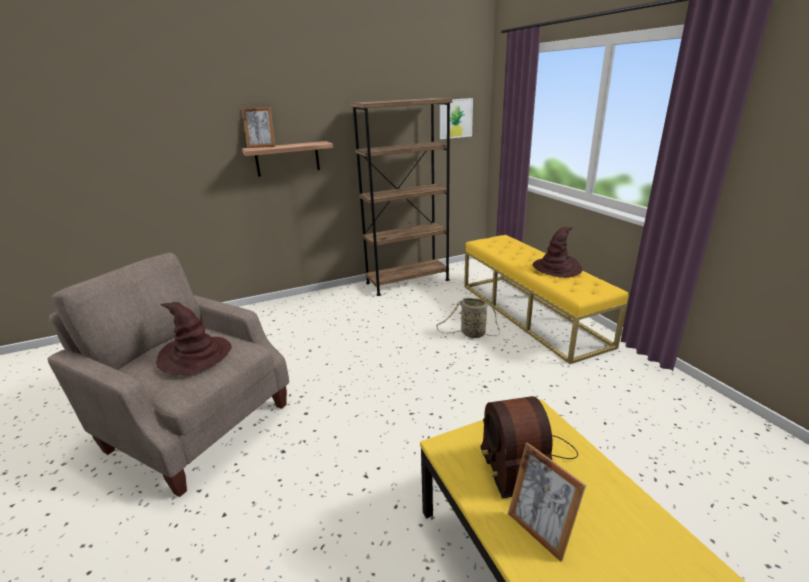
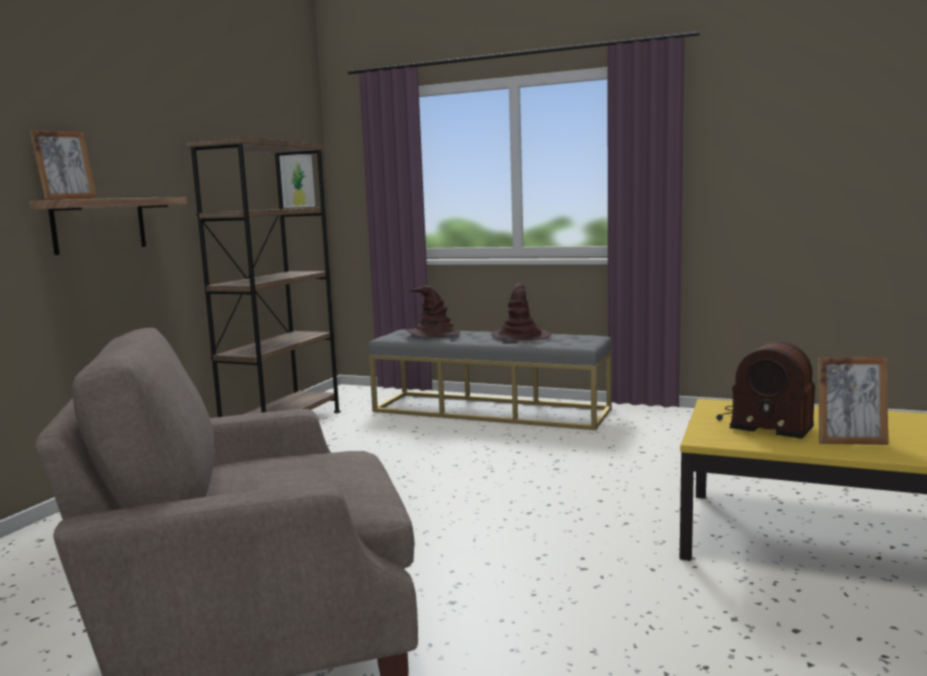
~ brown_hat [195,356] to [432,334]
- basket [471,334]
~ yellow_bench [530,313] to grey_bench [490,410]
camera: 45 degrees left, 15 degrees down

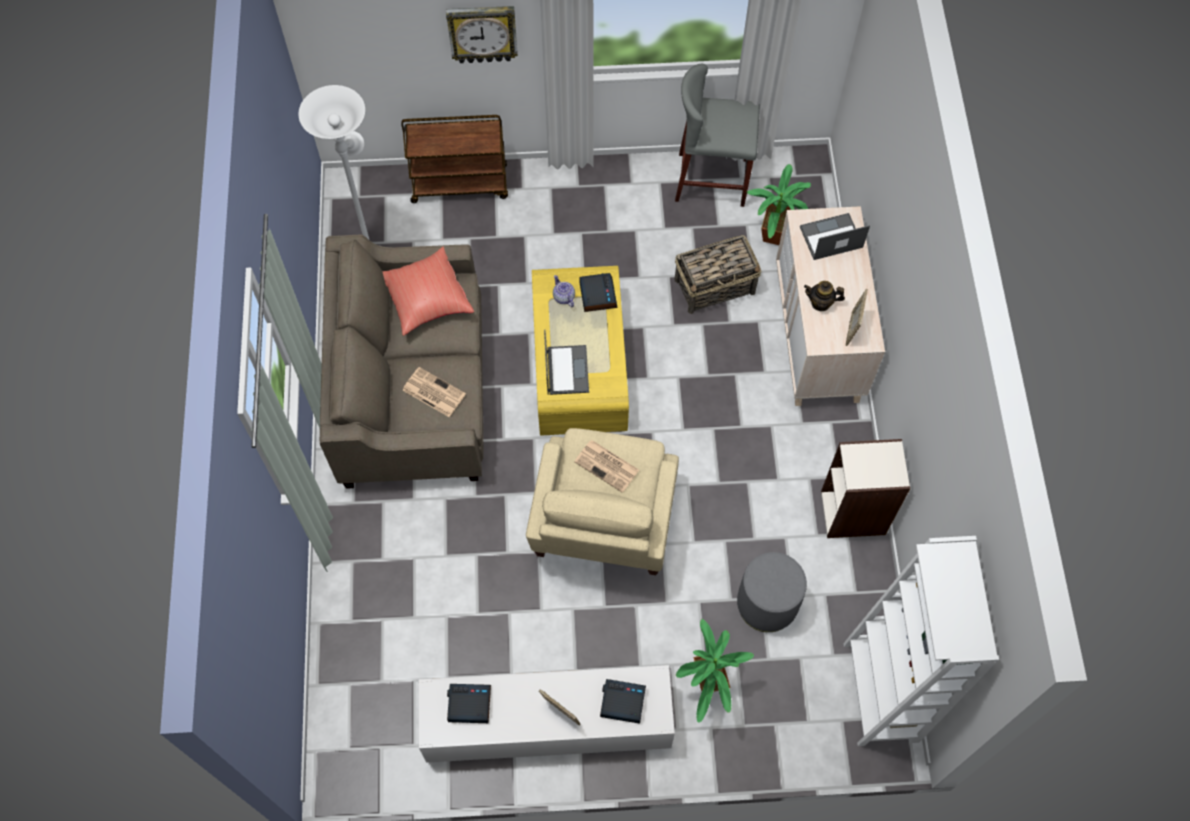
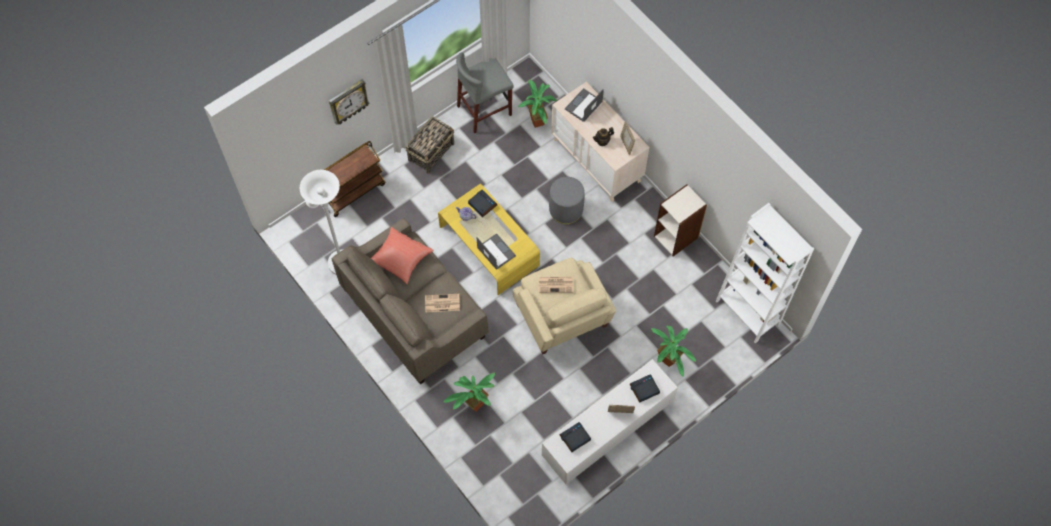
~ basket [715,286] to [431,151]
~ grey_ottoman [767,603] to [566,209]
+ potted_plant [472,405]
camera: 35 degrees left, 0 degrees up

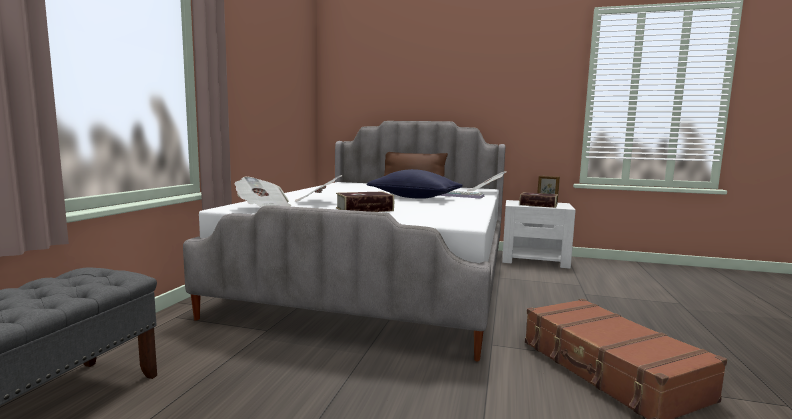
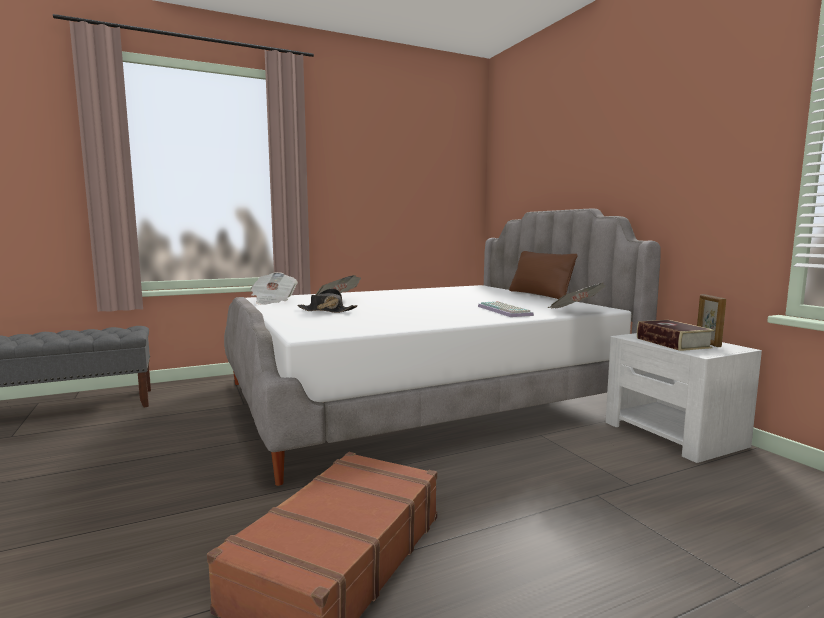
~ book [364,209] to black_hat [326,311]
- blue_pillow [414,197]
camera: 50 degrees right, 0 degrees up

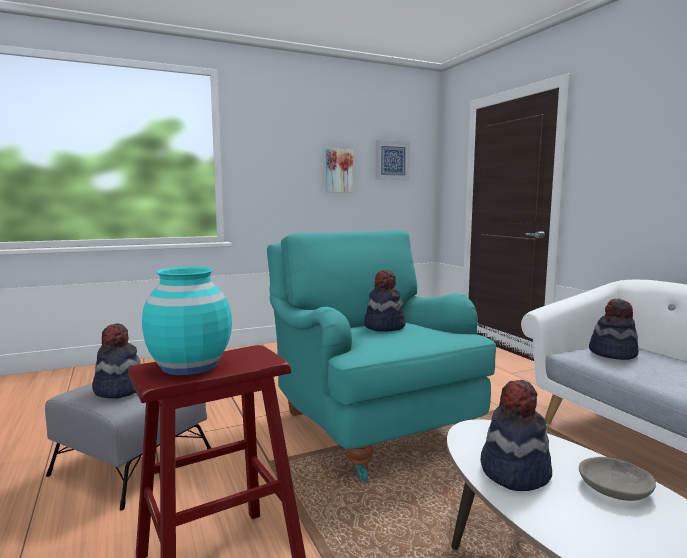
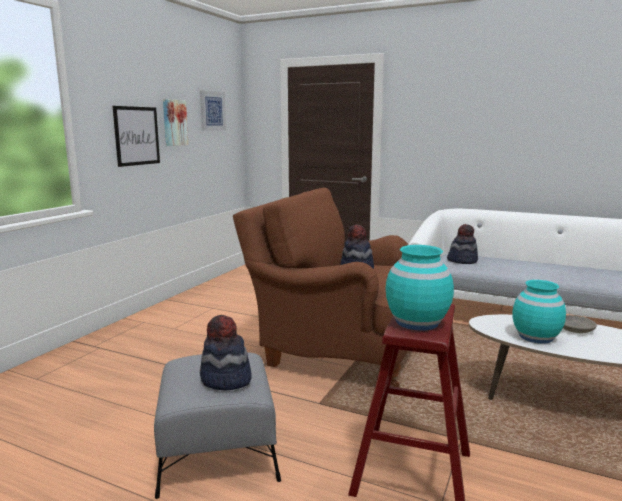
~ turquoise_armchair [370,424] to brown_armchair [337,353]
~ hat [514,471] to turquoise_vase [536,337]
+ picture [137,136]
camera: 40 degrees left, 5 degrees up

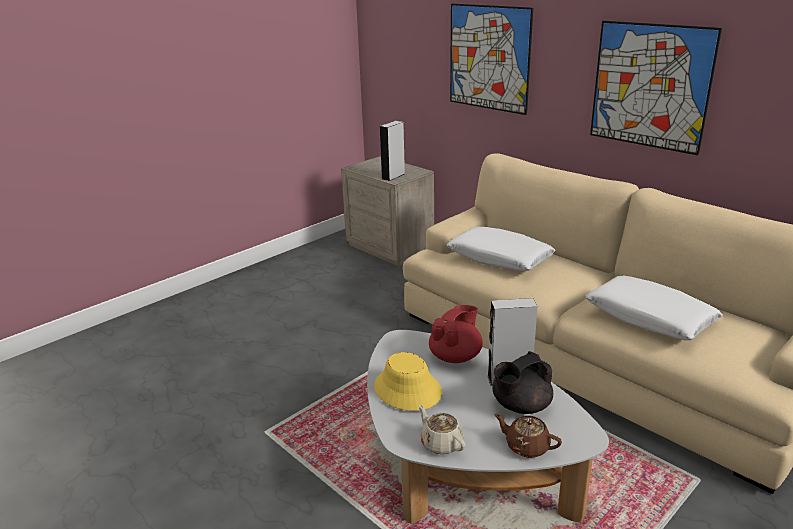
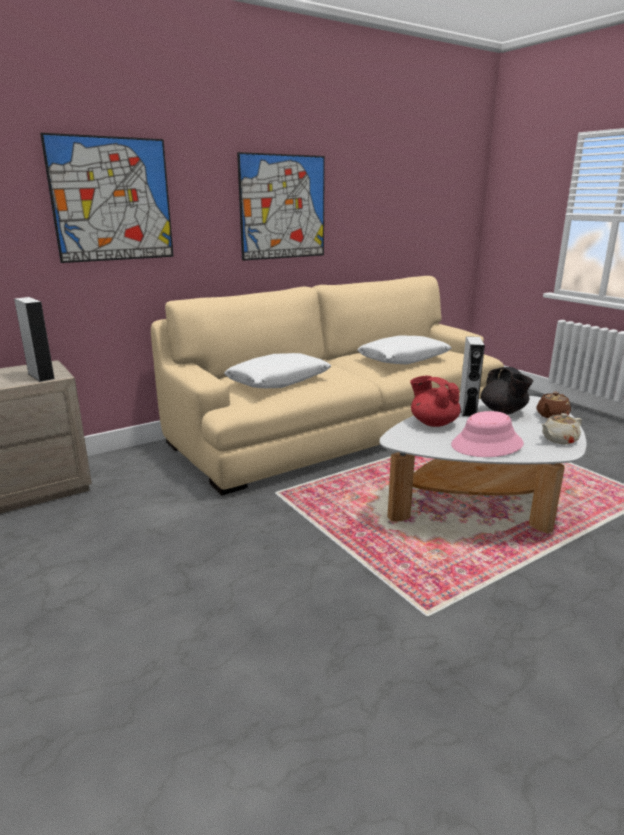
~ yellow_hat [407,389] to pink_hat [487,445]
camera: 80 degrees left, 5 degrees down

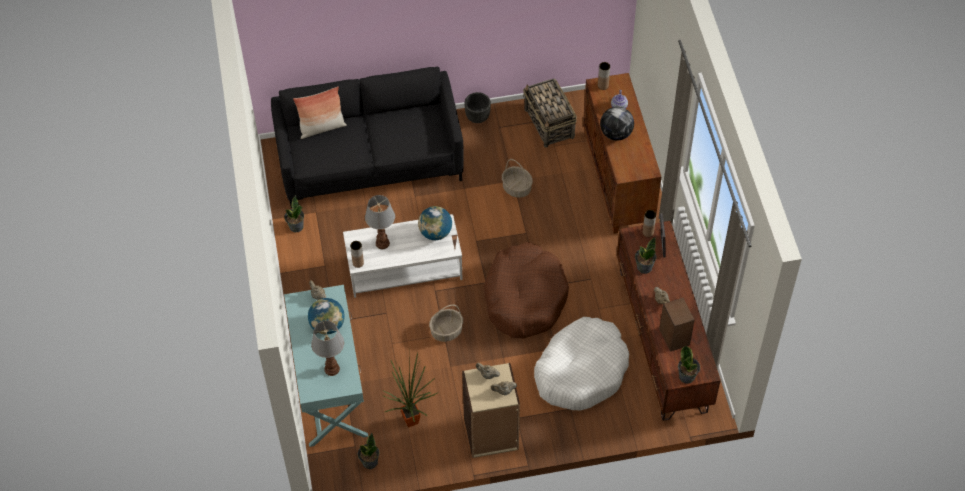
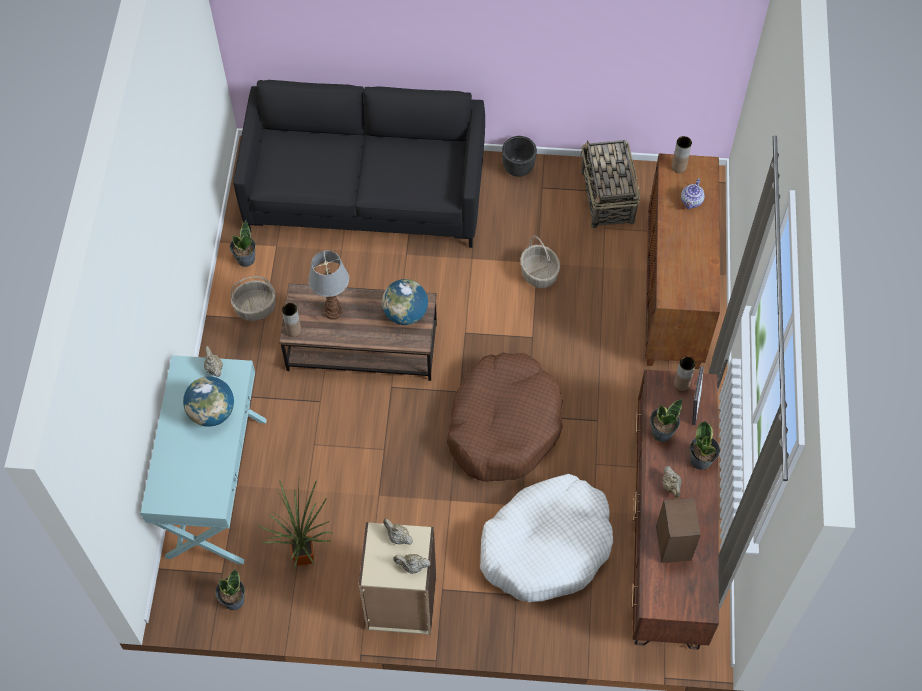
- pillow [322,128]
- table_lamp [331,369]
~ white_coffee_table [404,267] to brown_coffee_table [363,346]
~ basket [446,331] to [255,308]
- globe [616,134]
~ potted_plant [687,376] to [701,460]
camera: 15 degrees right, 5 degrees up

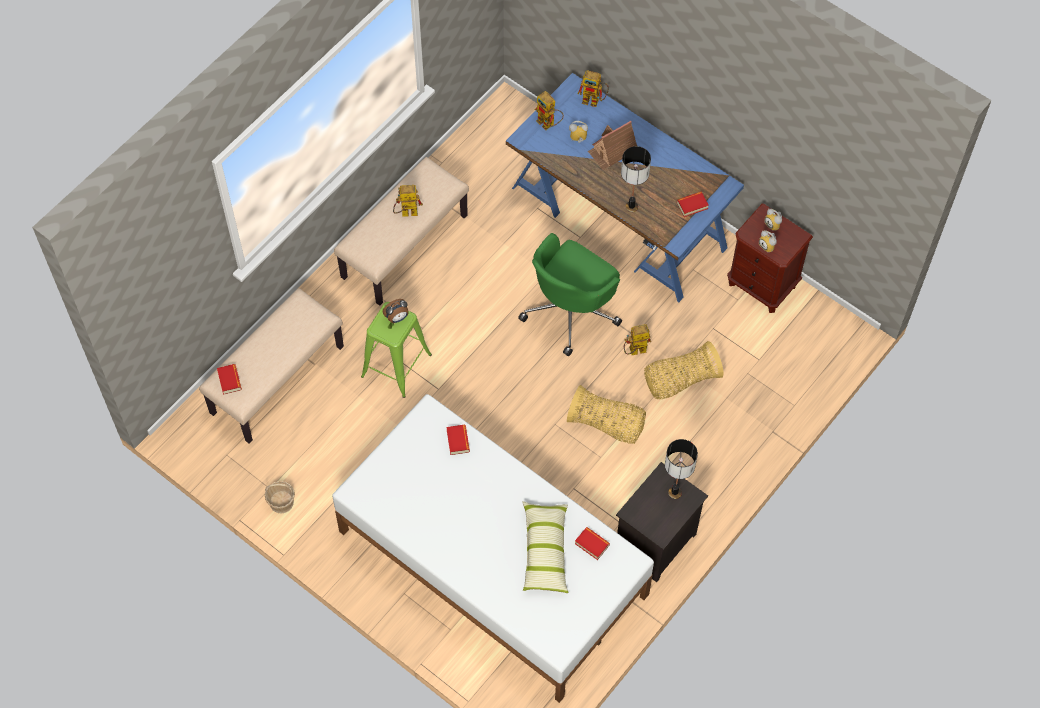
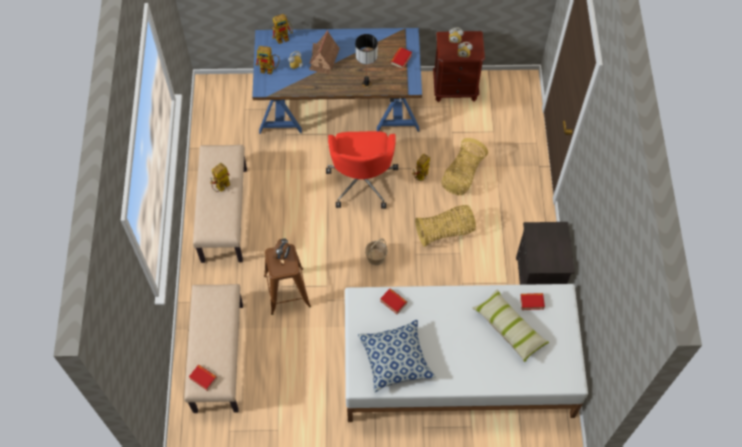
~ basket [281,502] to [376,257]
~ green_stool [396,366] to brown_stool [287,291]
~ green_office_chair [571,310] to red_office_chair [362,180]
- table_lamp [675,492]
+ pillow [396,359]
camera: 40 degrees left, 0 degrees up

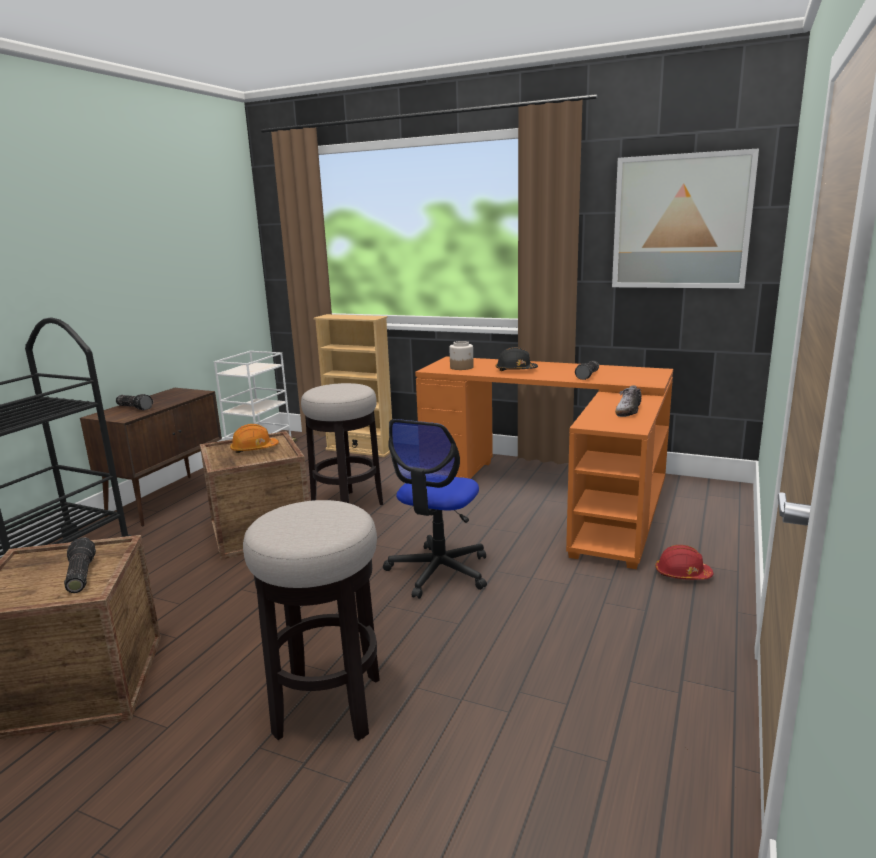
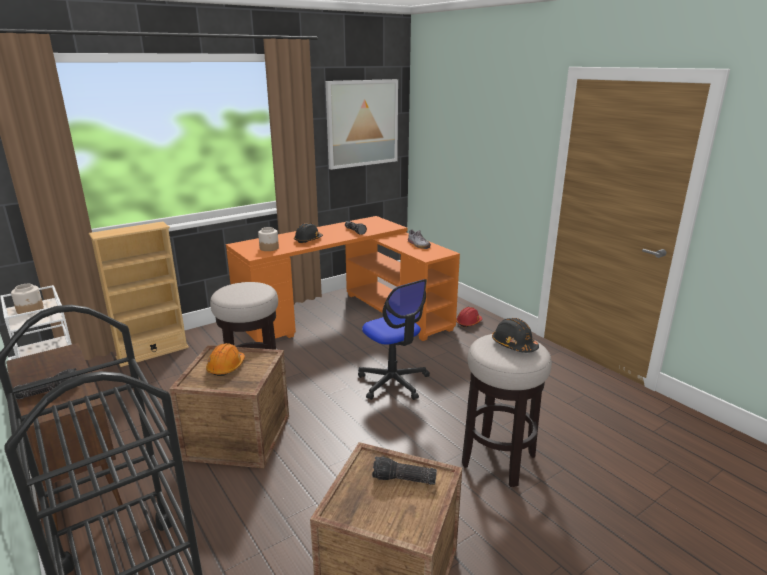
+ jar [30,310]
+ black_hard_hat [514,345]
camera: 60 degrees left, 5 degrees up

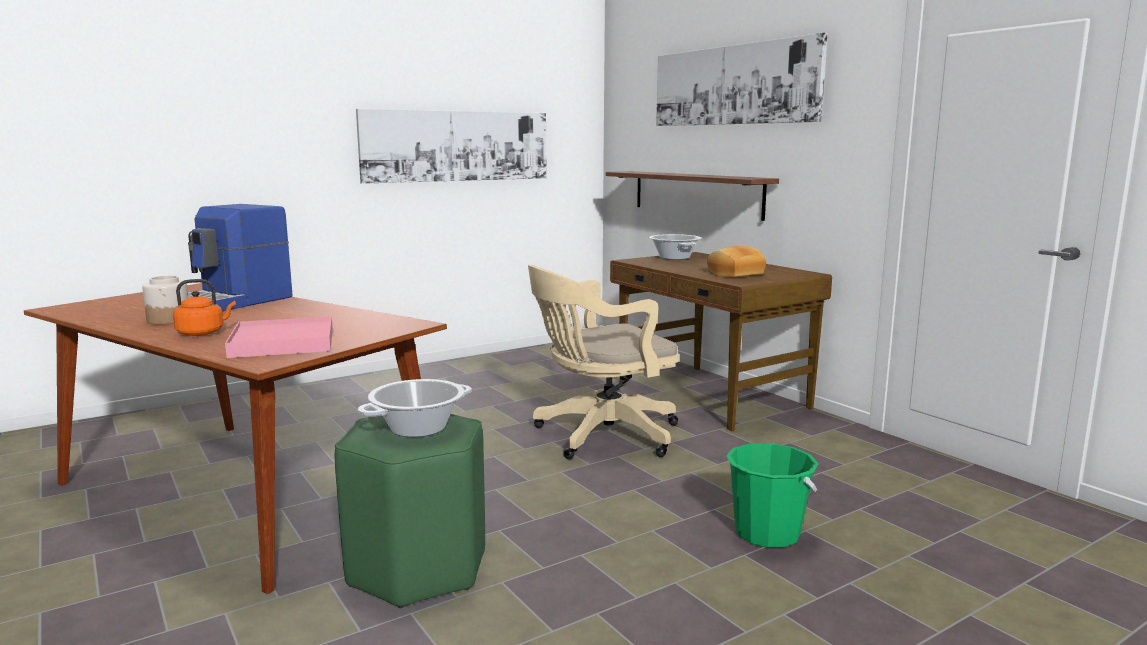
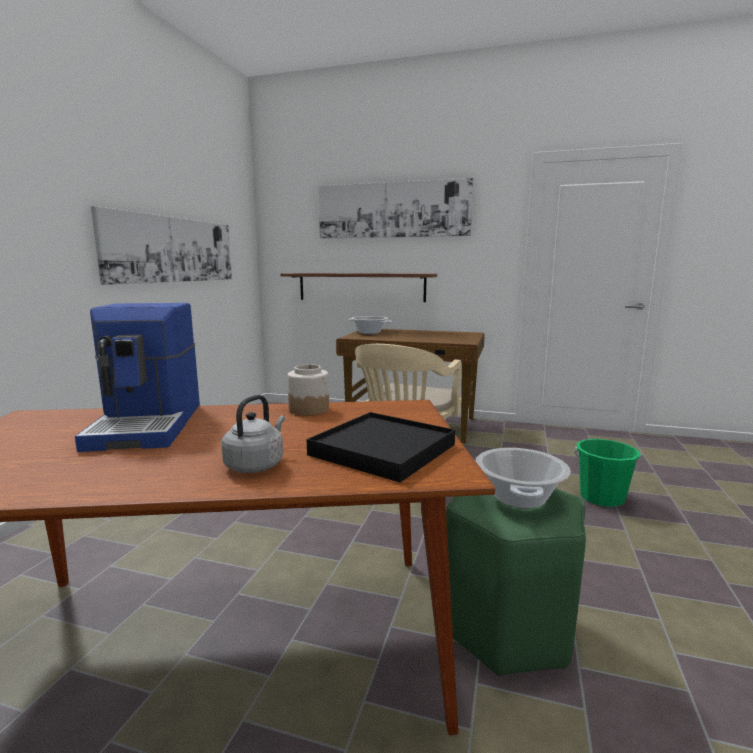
~ jar [169,320] to [309,409]
~ orange_kettle [203,333] to grey_kettle [256,465]
~ pink_tray [283,343] to black_tray [383,450]
- bread [734,274]
camera: 40 degrees left, 0 degrees up

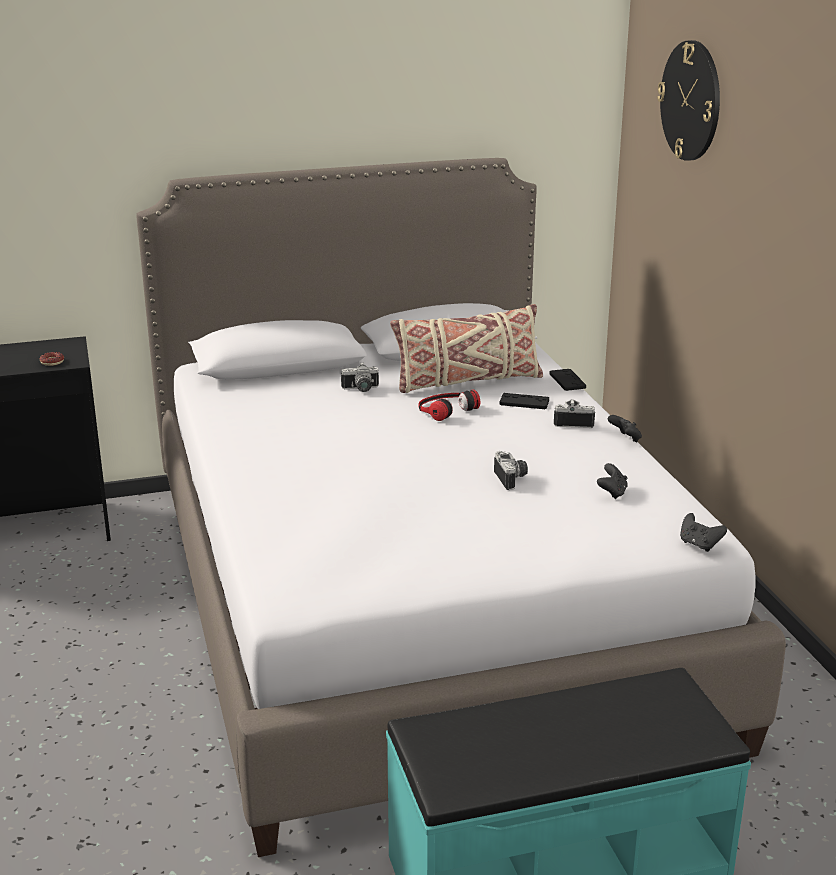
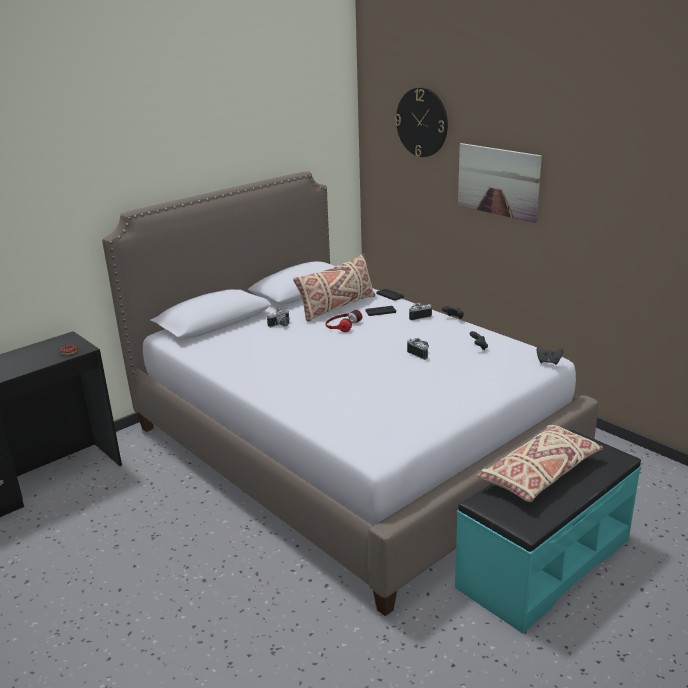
+ picture [498,181]
+ beige_pillow [539,474]
camera: 25 degrees left, 0 degrees up

